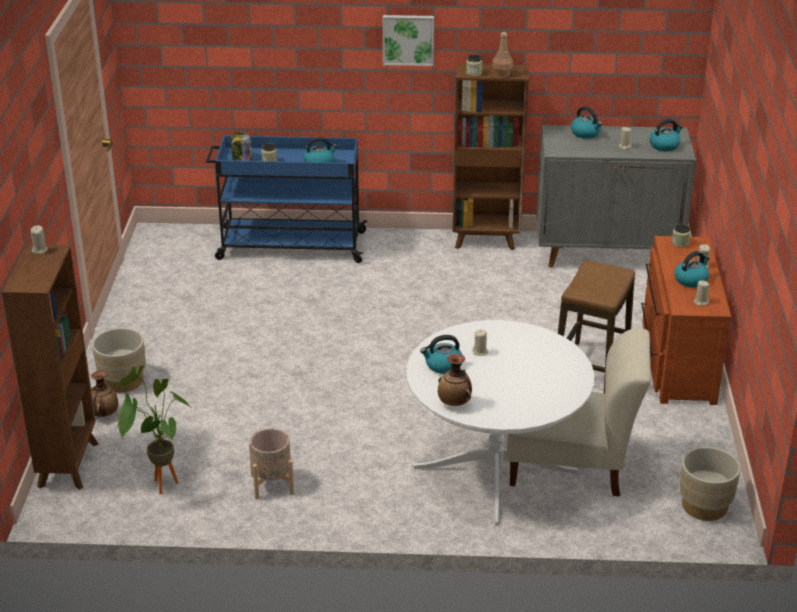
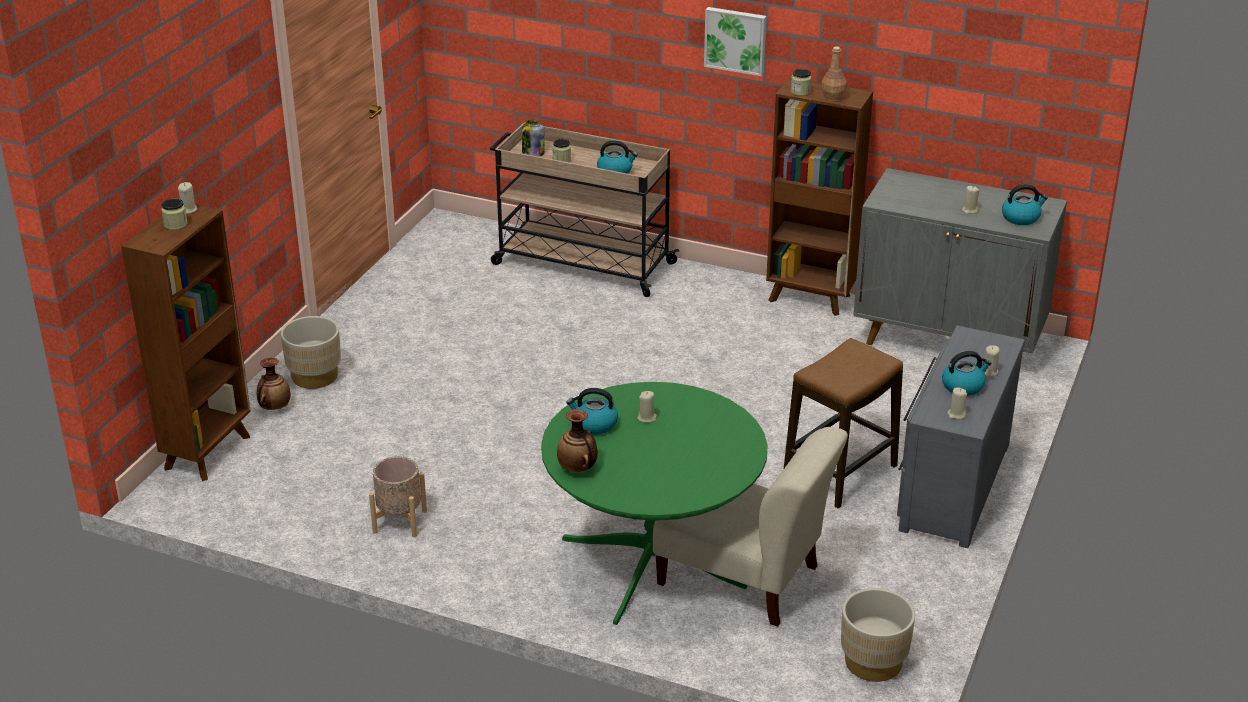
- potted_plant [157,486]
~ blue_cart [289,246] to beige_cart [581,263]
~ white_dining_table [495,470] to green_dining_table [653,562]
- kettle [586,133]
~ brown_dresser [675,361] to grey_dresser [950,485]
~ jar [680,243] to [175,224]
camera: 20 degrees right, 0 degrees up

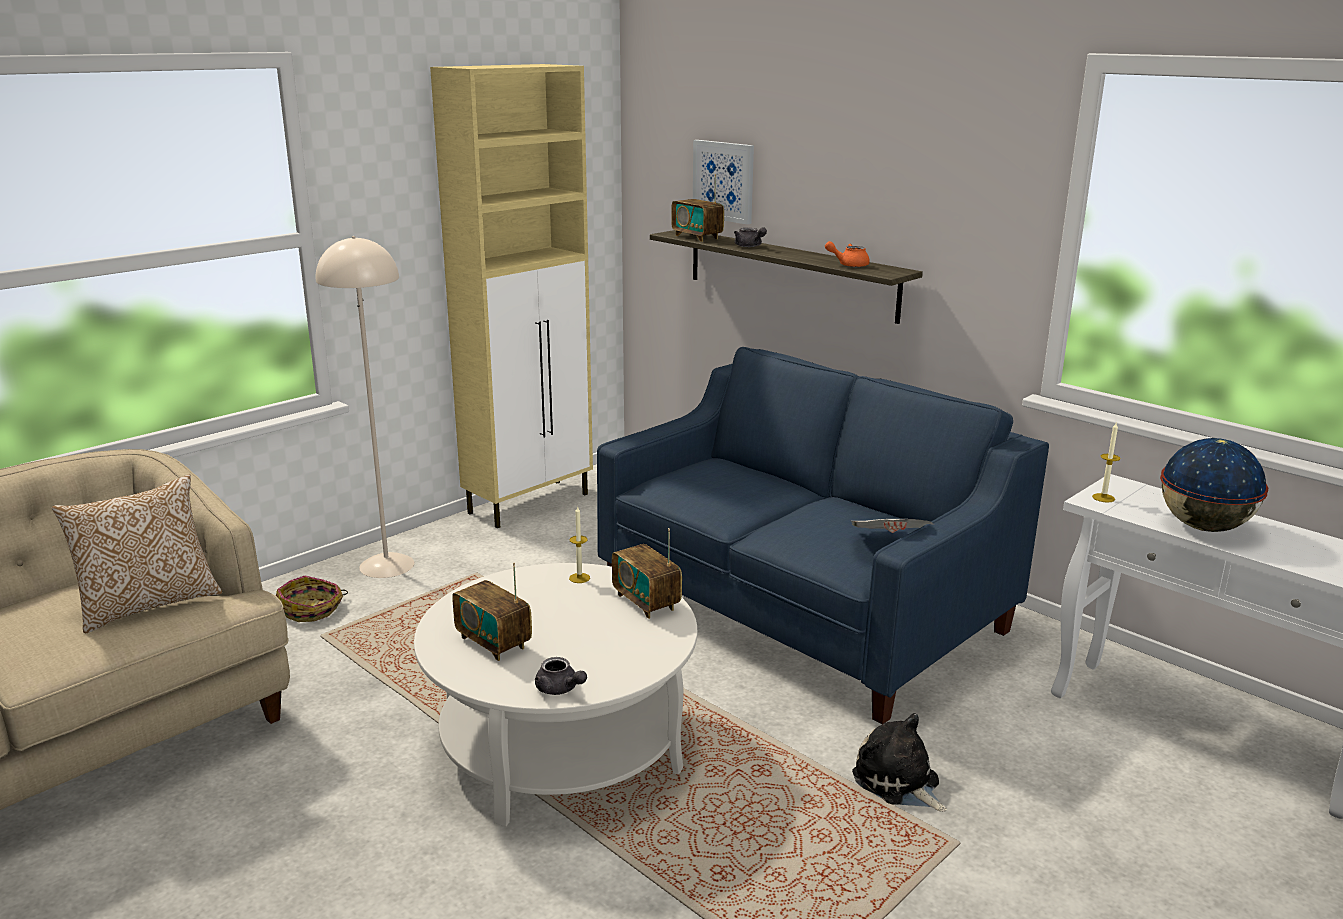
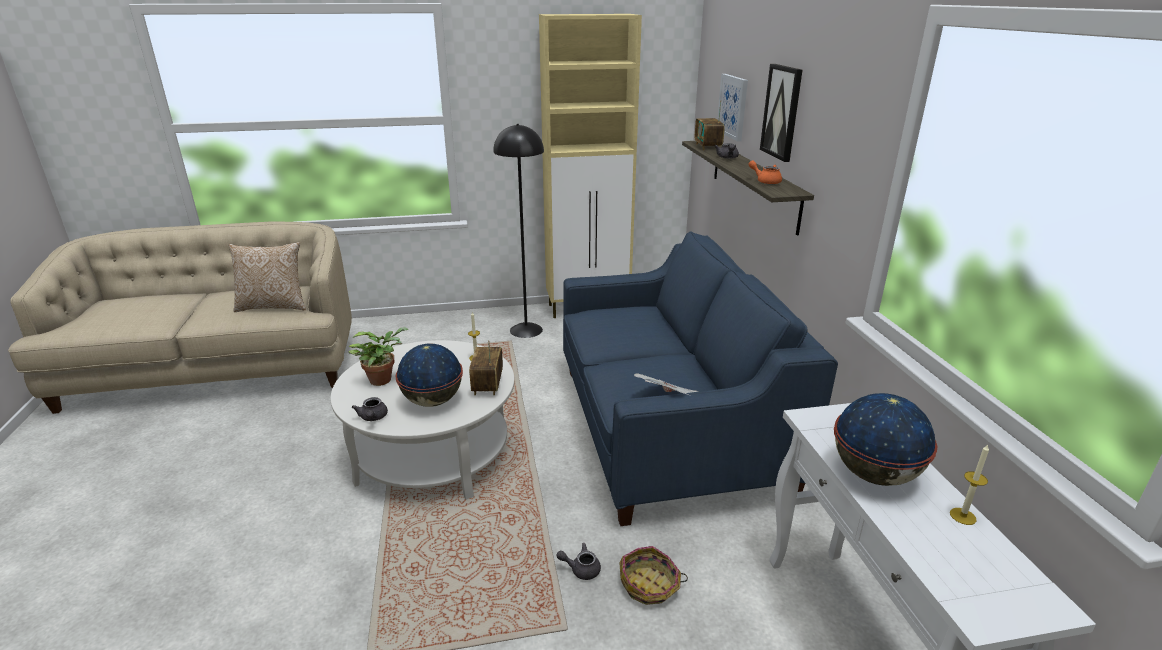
~ basket [312,609] to [650,585]
- beige_floor_lamp [387,565]
~ radio [493,642] to potted_plant [383,379]
~ plush_toy [898,783] to grey_teapot [581,569]
~ candle [1103,498] to [963,516]
+ globe [432,401]
+ black_floor_lamp [526,330]
+ picture [782,112]
camera: 35 degrees right, 5 degrees up

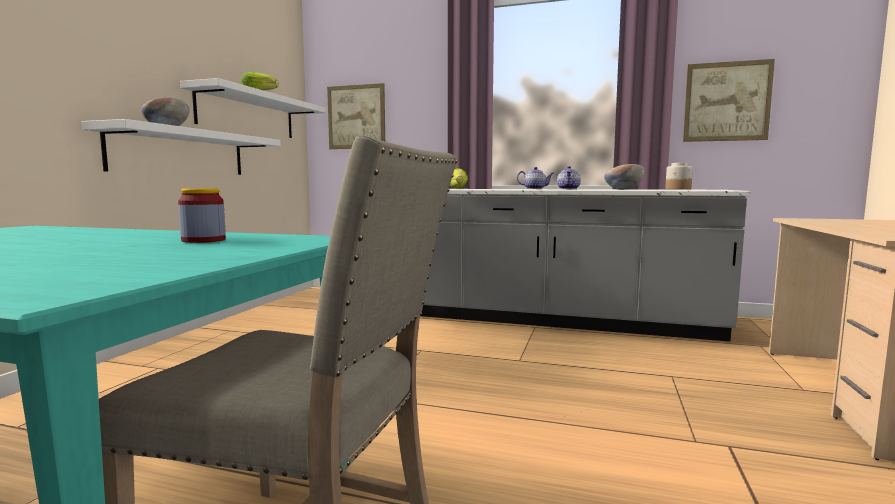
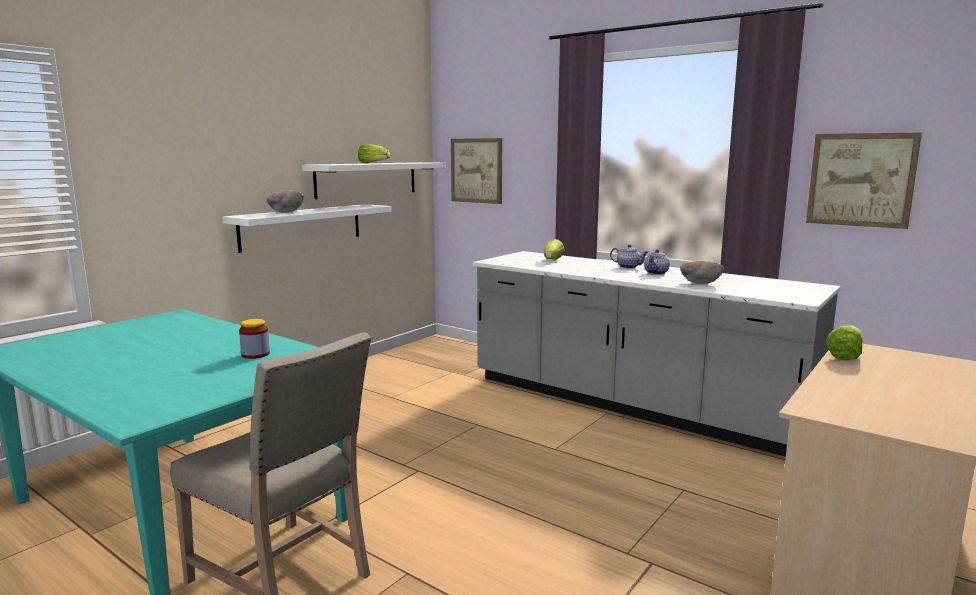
- jar [678,189]
+ lettuce [845,356]
camera: 20 degrees right, 5 degrees up

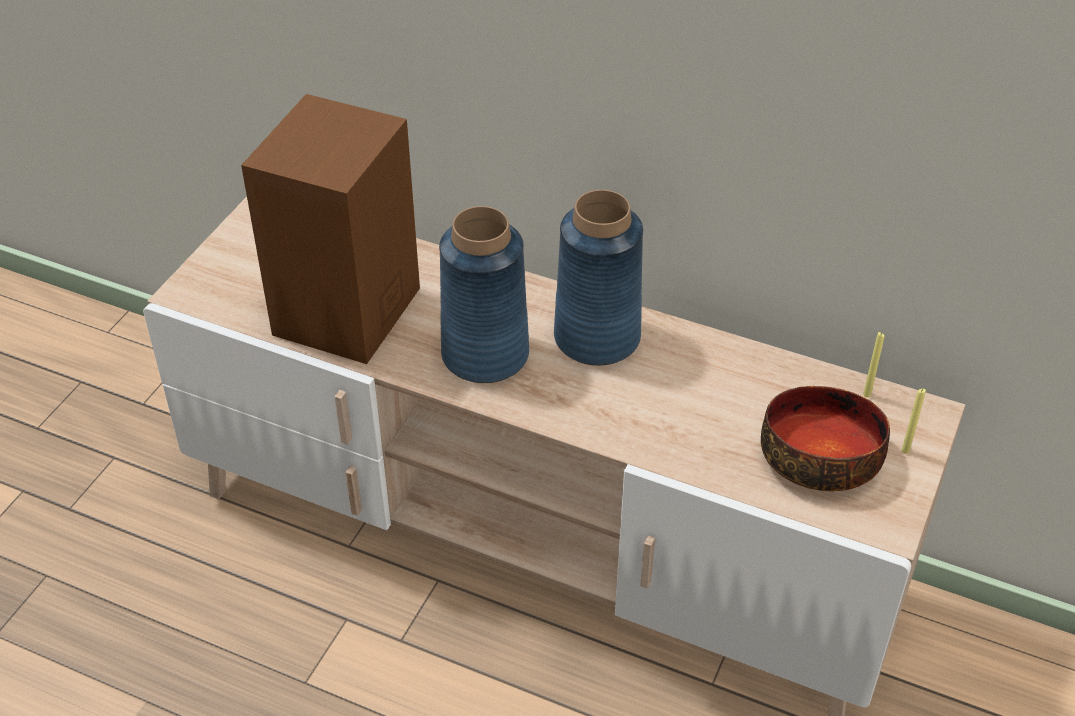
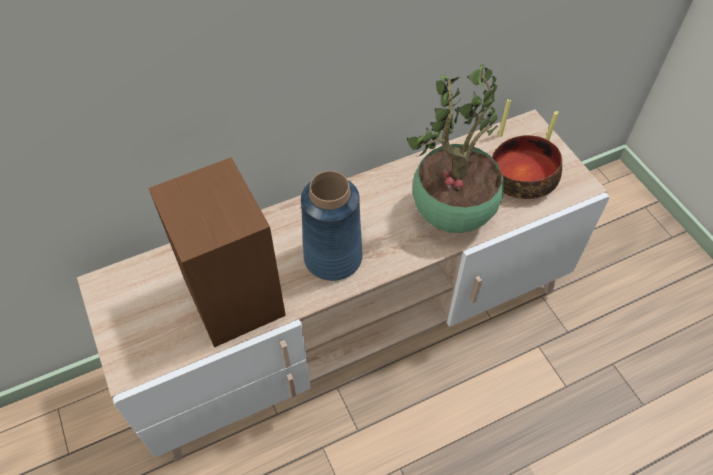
- blue_vase [596,338]
+ potted_plant [450,216]
camera: 50 degrees left, 10 degrees up

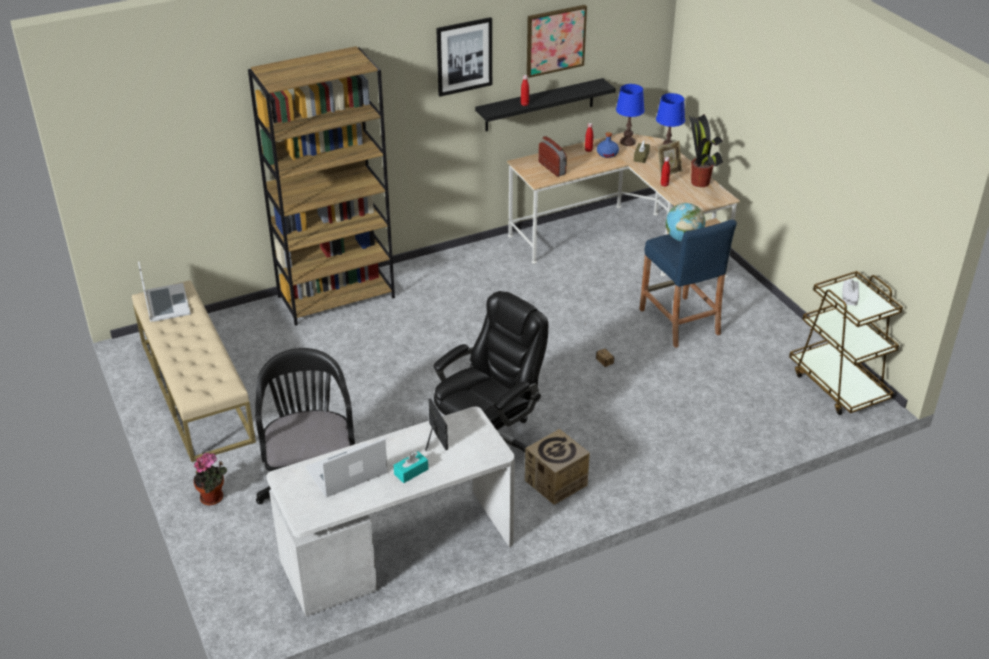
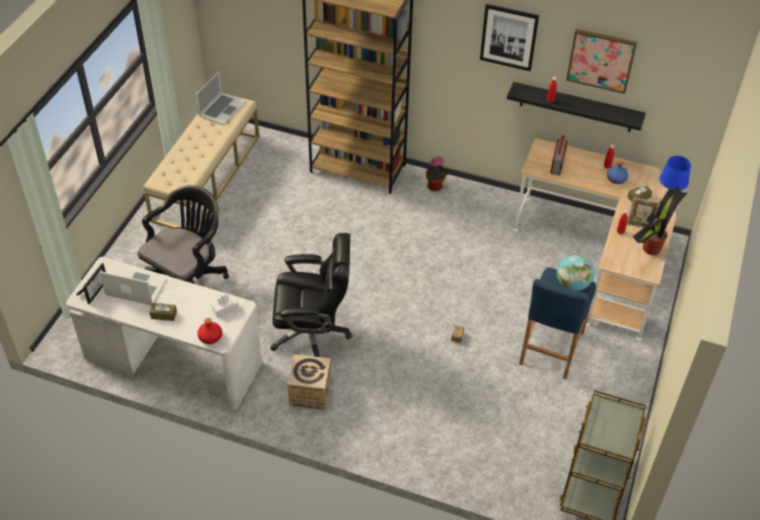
~ potted_plant [214,498] to [435,187]
~ turquoise_tissue_box [411,472] to brown_tissue_box [163,315]
~ picture_frame [434,437] to [95,290]
- blue_table_lamp [627,142]
~ white_tissue_box [849,297] to [225,309]
+ red_bottle [210,337]
camera: 45 degrees right, 10 degrees up

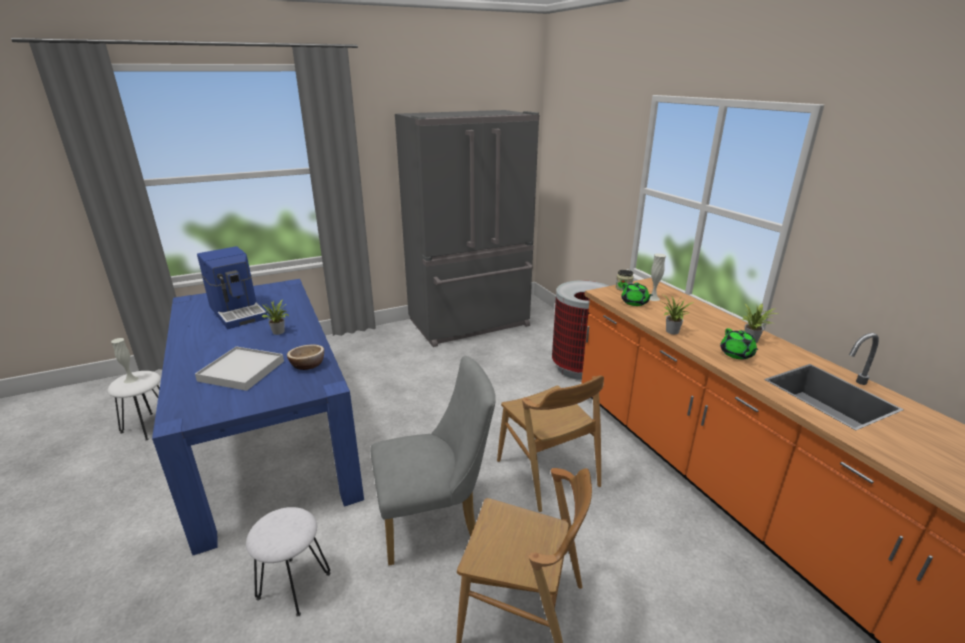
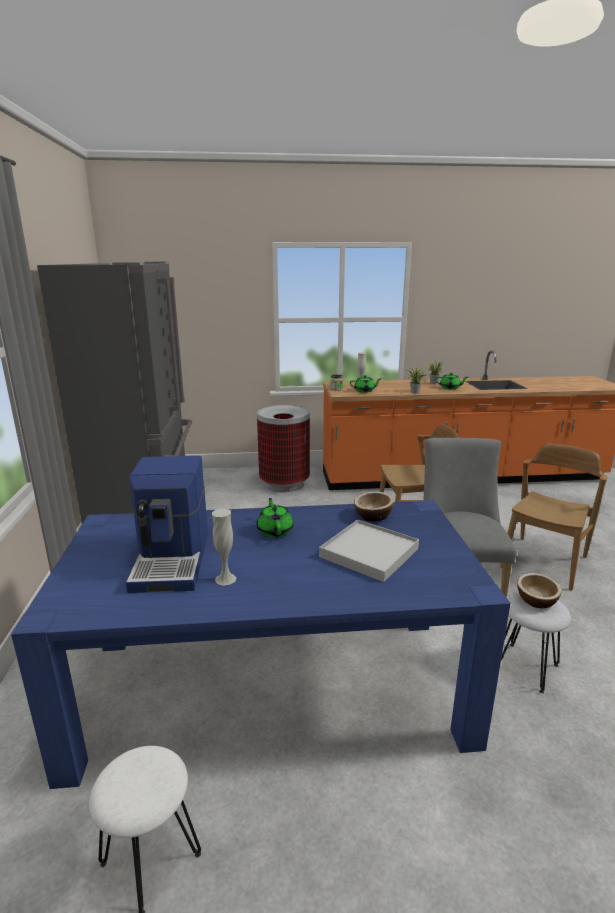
~ white_vase [131,379] to [225,579]
~ coffee_machine [239,312] = [173,560] 105 degrees clockwise
~ potted_plant [279,332] to green_teapot [275,531]
+ bowl [536,600]
camera: 70 degrees left, 5 degrees down

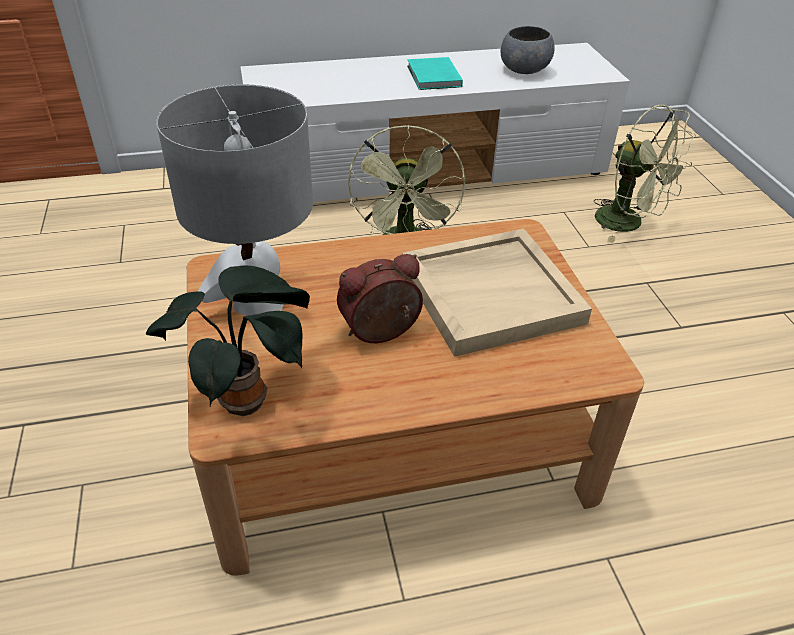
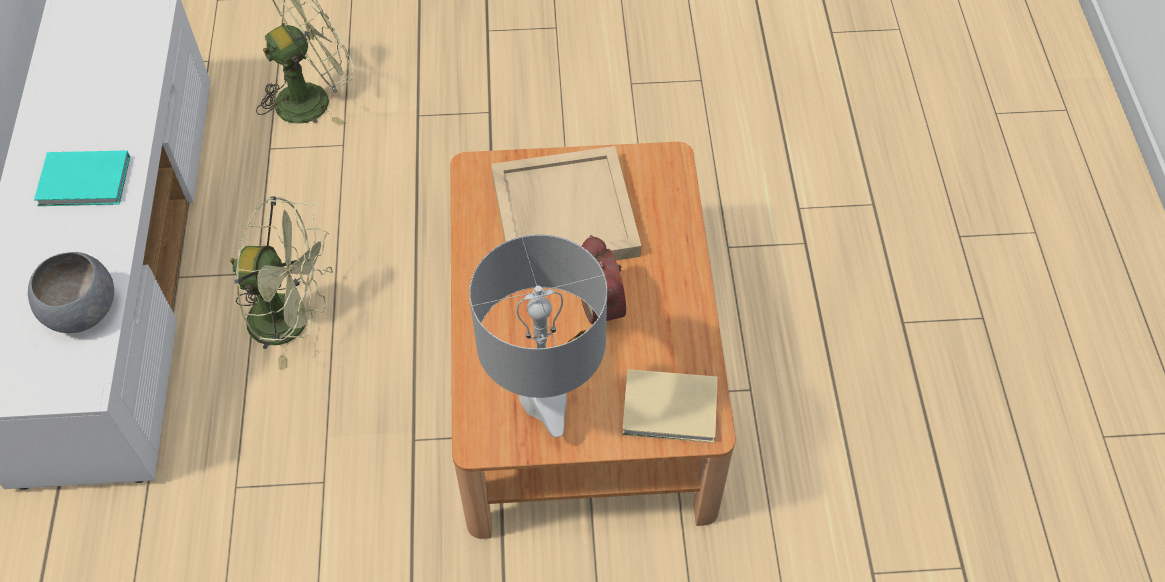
~ potted_plant [248,399] to beige_book [672,410]
~ grey_bowl [523,70] to [81,311]
camera: 80 degrees left, 15 degrees up

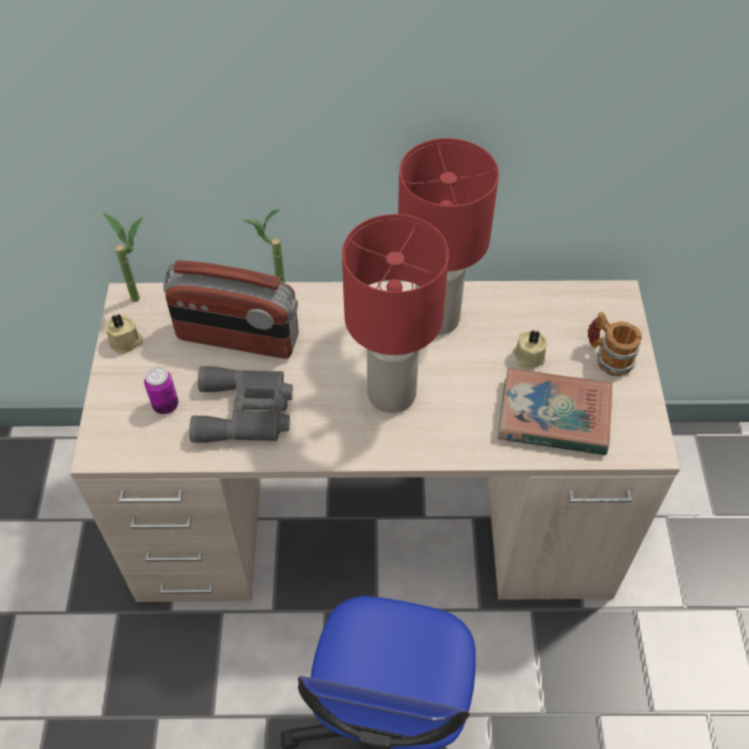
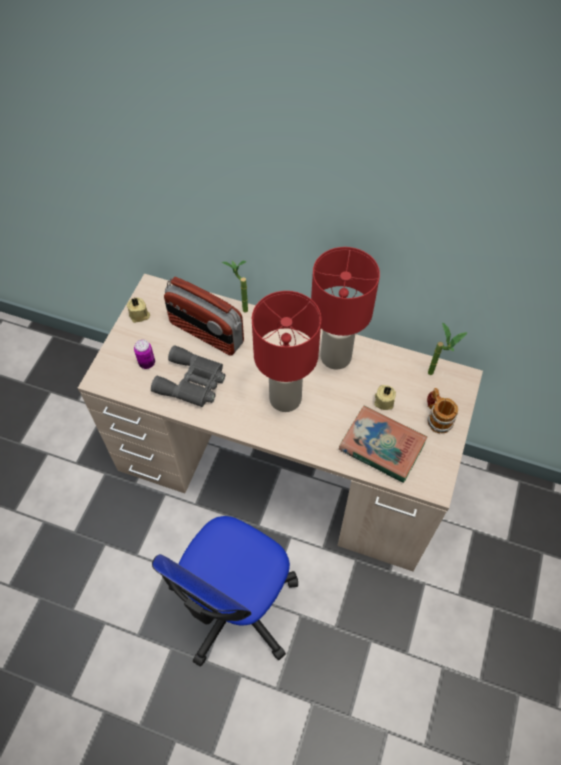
~ potted_plant [144,299] to [436,375]
camera: 20 degrees right, 5 degrees up

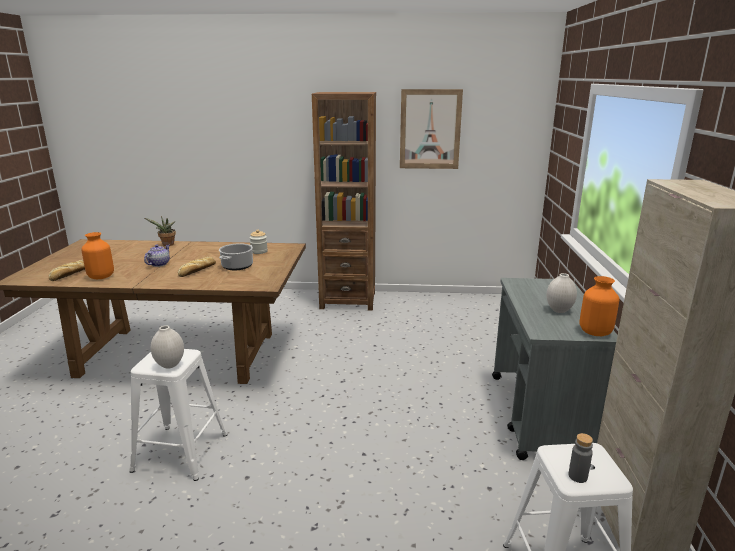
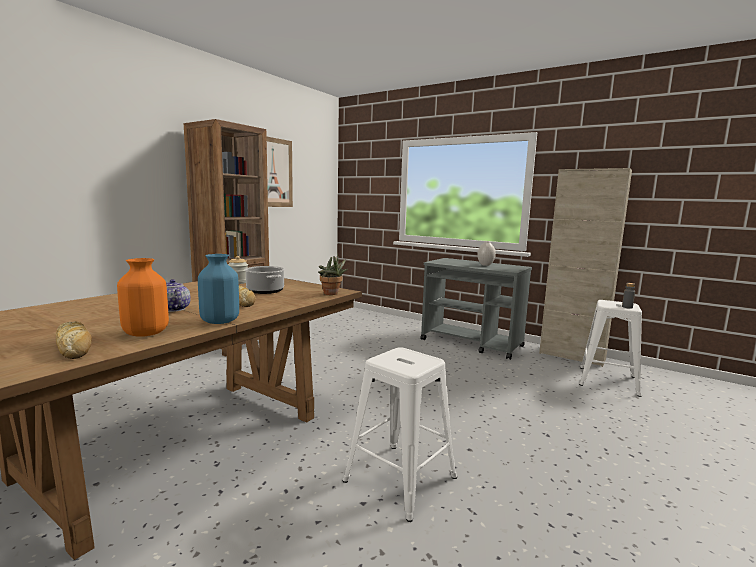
~ potted_plant [167,245] to [332,294]
- white_vase [169,365]
- orange_vase [595,332]
+ blue_vase [220,321]
camera: 60 degrees left, 10 degrees down

